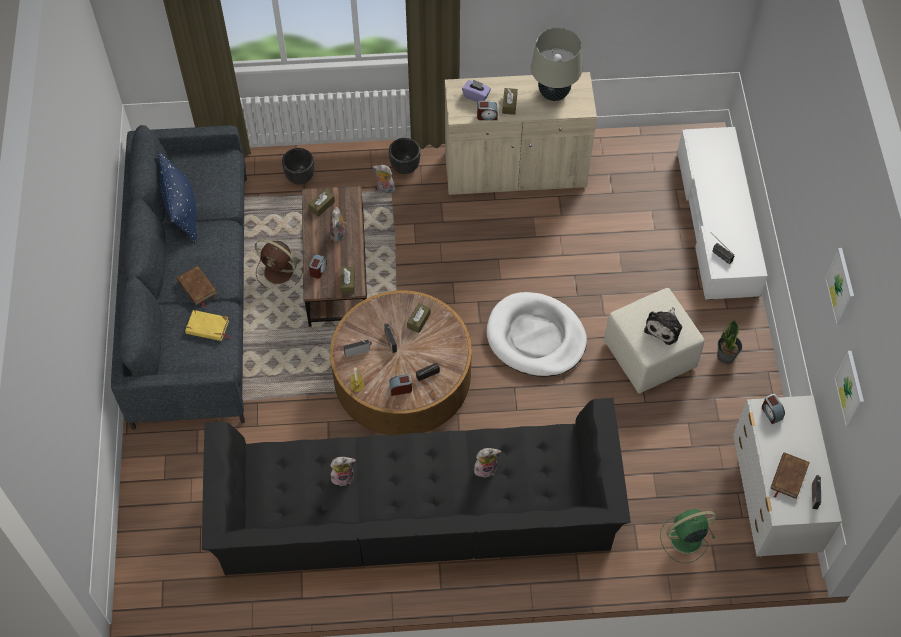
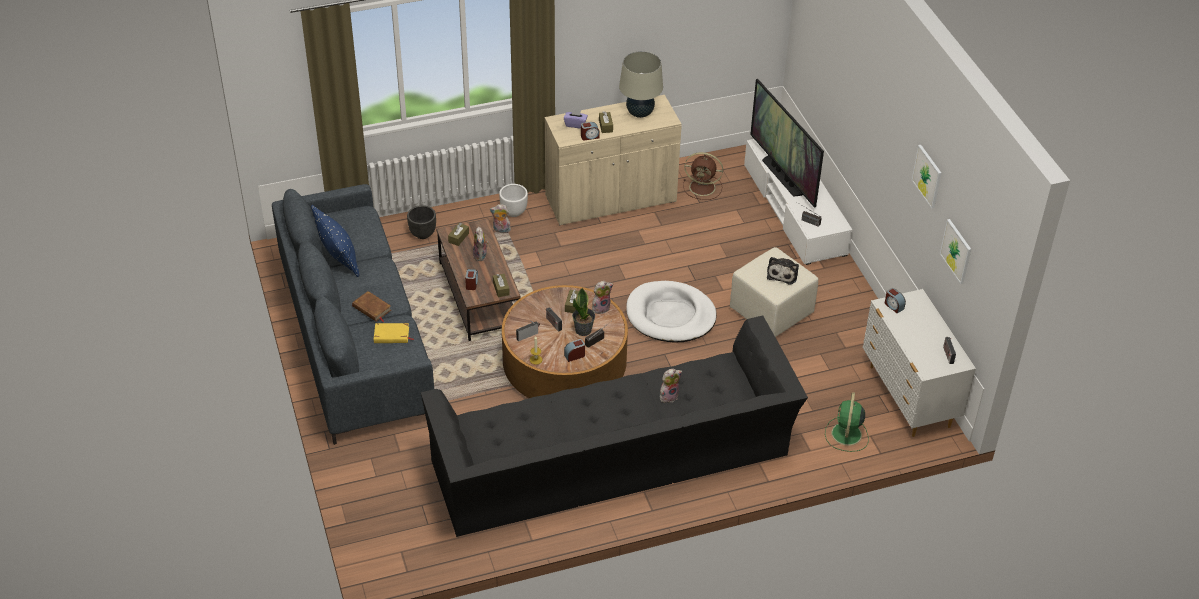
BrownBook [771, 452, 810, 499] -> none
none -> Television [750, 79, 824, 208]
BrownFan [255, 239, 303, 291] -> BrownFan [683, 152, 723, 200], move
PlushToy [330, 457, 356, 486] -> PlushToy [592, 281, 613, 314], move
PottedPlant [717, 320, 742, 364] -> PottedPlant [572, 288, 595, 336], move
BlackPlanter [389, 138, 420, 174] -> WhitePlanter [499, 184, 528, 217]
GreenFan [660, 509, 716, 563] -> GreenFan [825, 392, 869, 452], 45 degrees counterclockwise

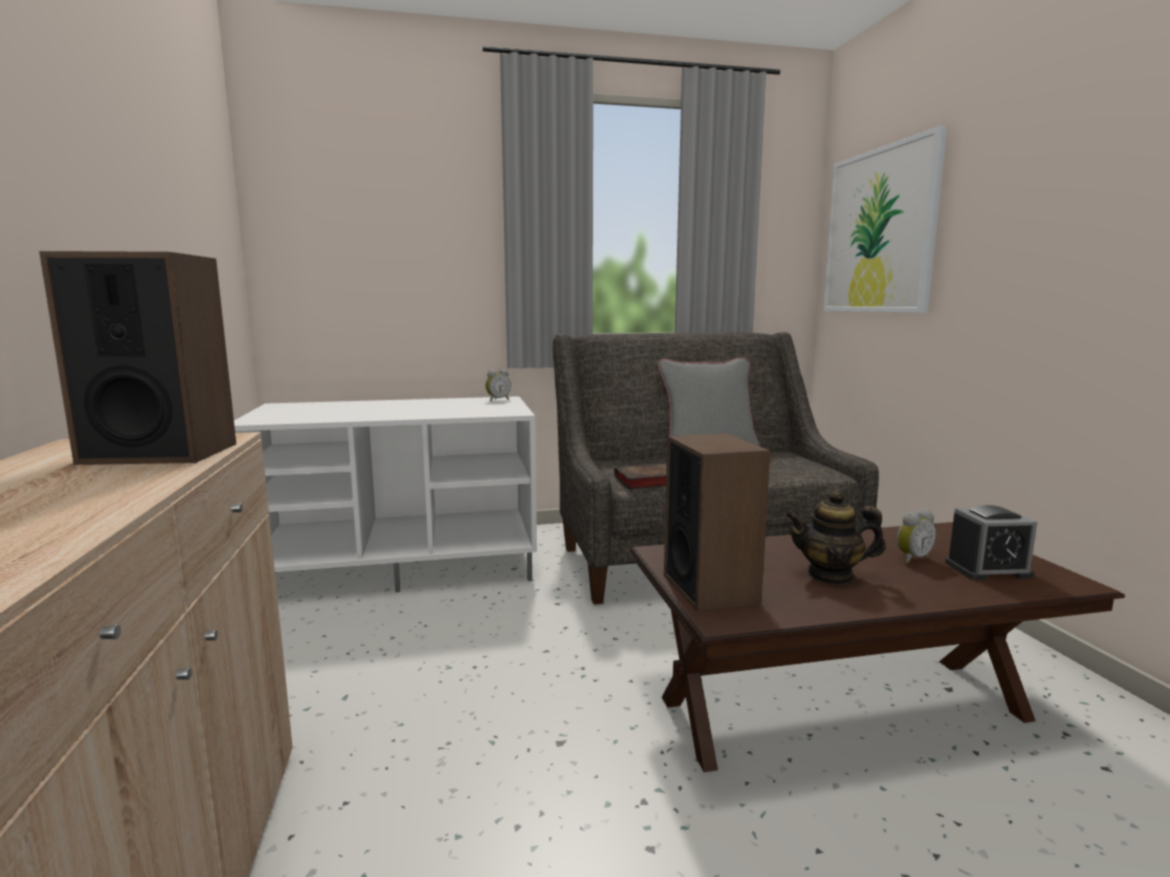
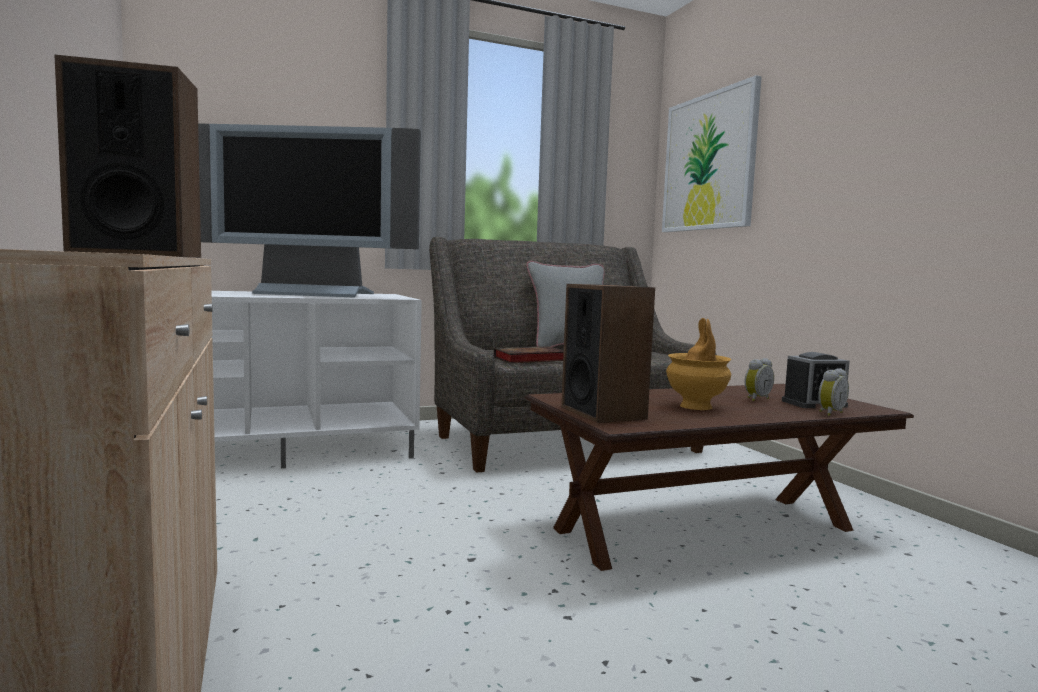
none -> Television [198, 124, 421, 297]
AlarmClock [485, 369, 511, 401] -> AlarmClock [818, 368, 849, 416], move
Teapot [785, 490, 886, 585] -> BrownVase [666, 318, 731, 410]

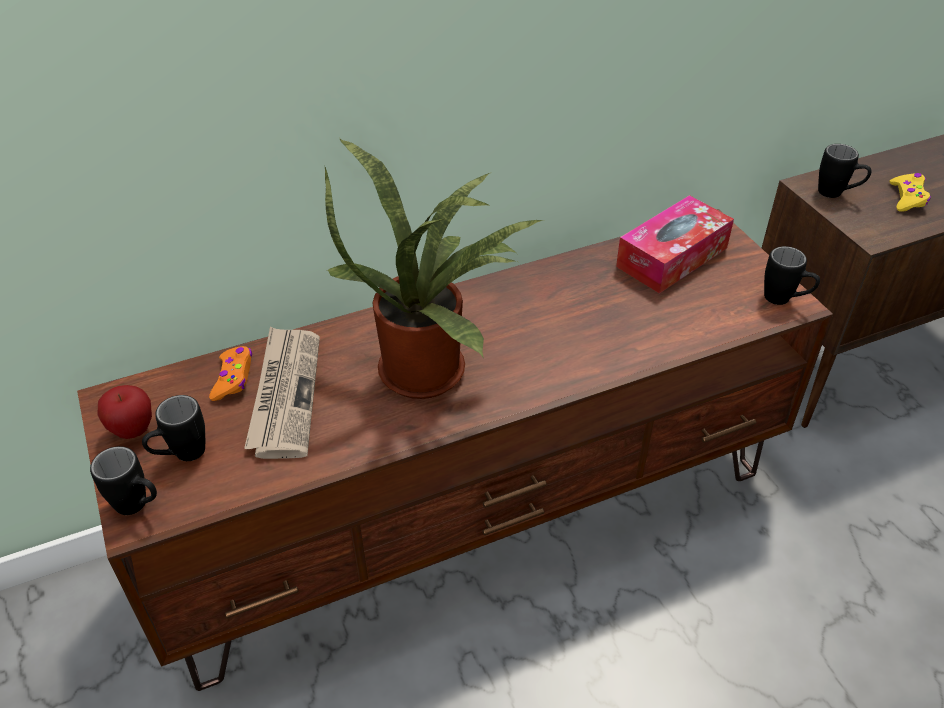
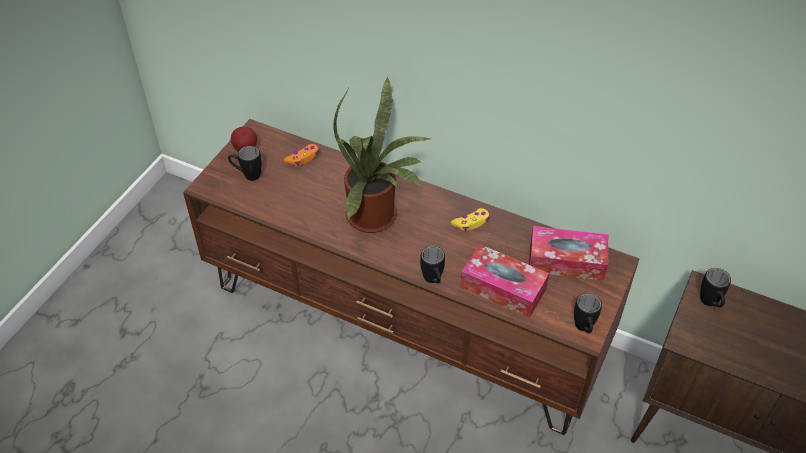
Newspaper [244, 327, 320, 459] -> none
none -> TissueBox [460, 244, 549, 318]
BlackMug [90, 446, 157, 515] -> BlackMug [420, 246, 445, 284], move
YellowGameController [890, 173, 931, 212] -> YellowGameController [451, 208, 490, 231], move

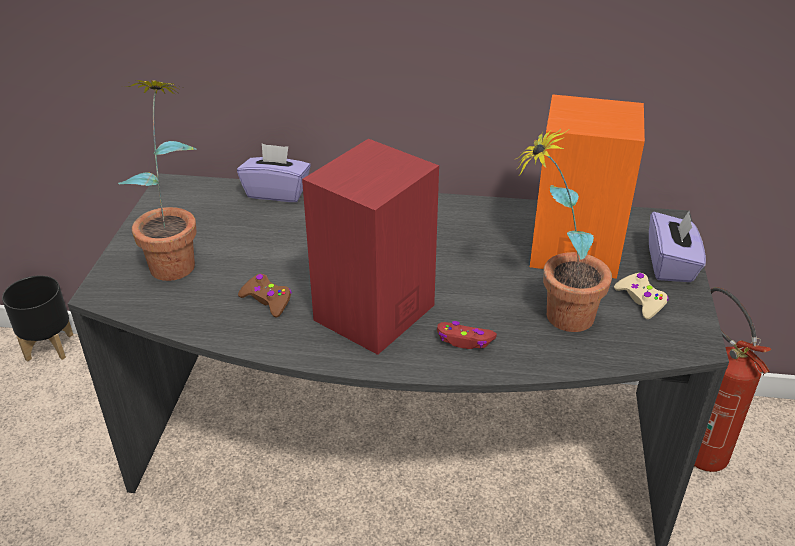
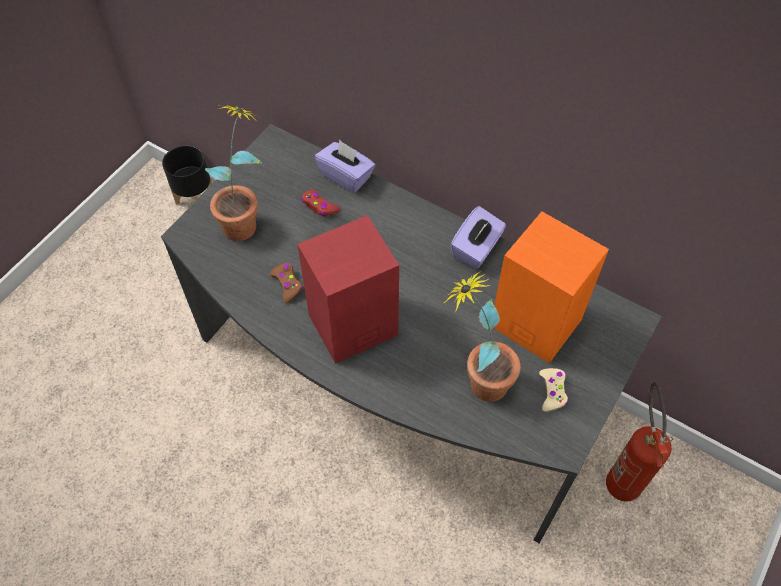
RedGameController [437, 321, 497, 349] -> RedGameController [301, 190, 340, 216], move
PurpleTissueBox [649, 210, 706, 282] -> PurpleTissueBox [450, 206, 506, 269], move

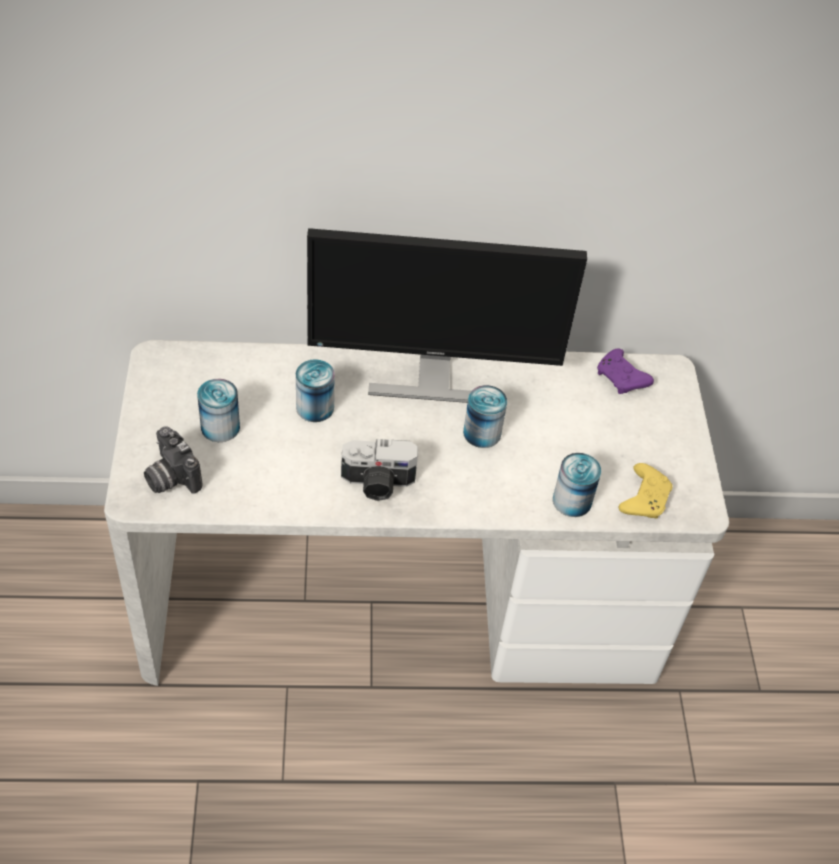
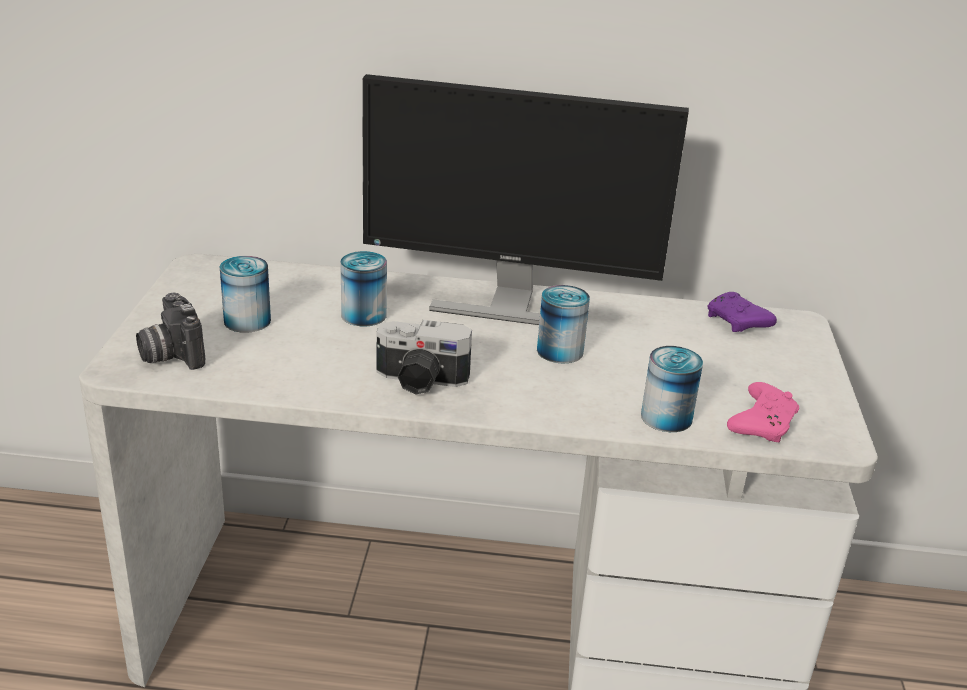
YellowGameController [619, 463, 673, 518] -> PinkGameController [727, 382, 799, 442]

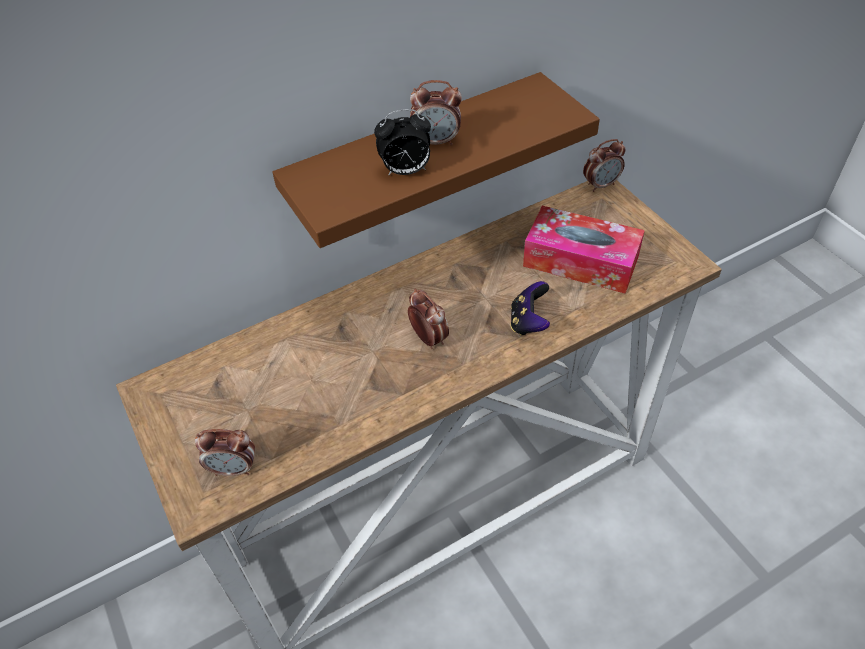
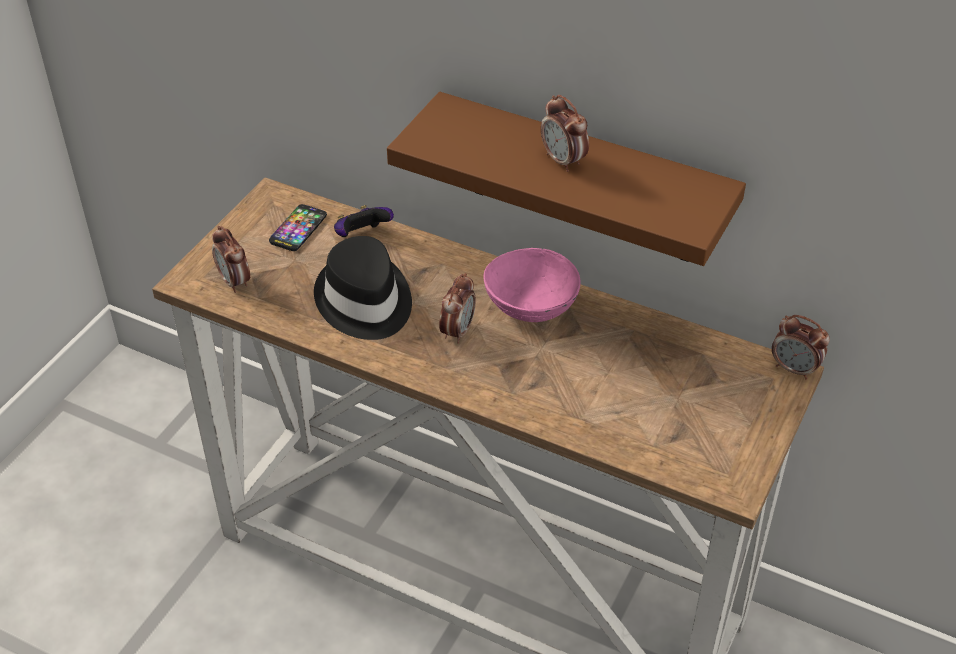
AlarmClock [374, 109, 431, 176] -> none
TissueBox [523, 206, 645, 294] -> none
none -> Phone [269, 204, 327, 251]
none -> BlackHat [314, 236, 412, 340]
none -> PinkBowl [483, 248, 581, 322]
GameController [510, 281, 550, 336] -> GameController [334, 205, 394, 237], move

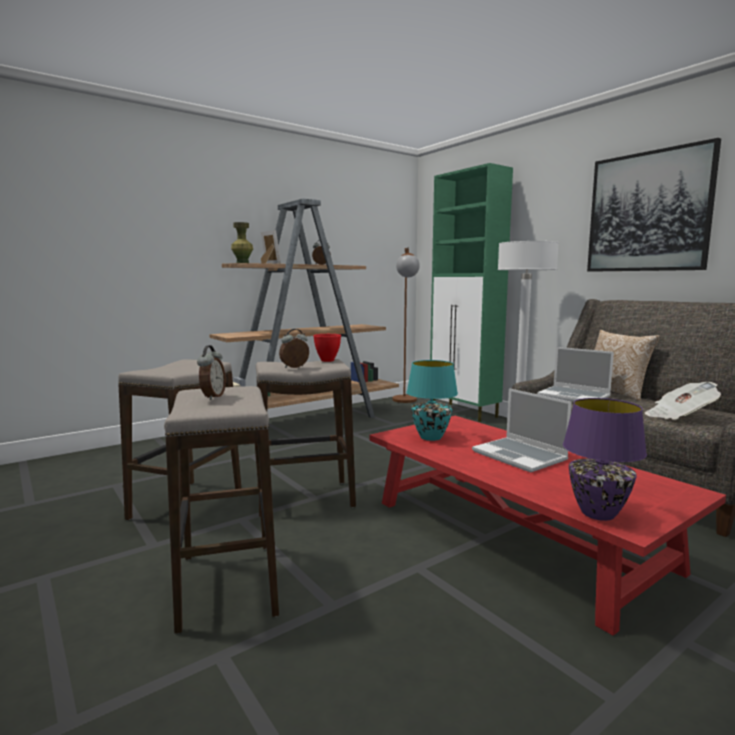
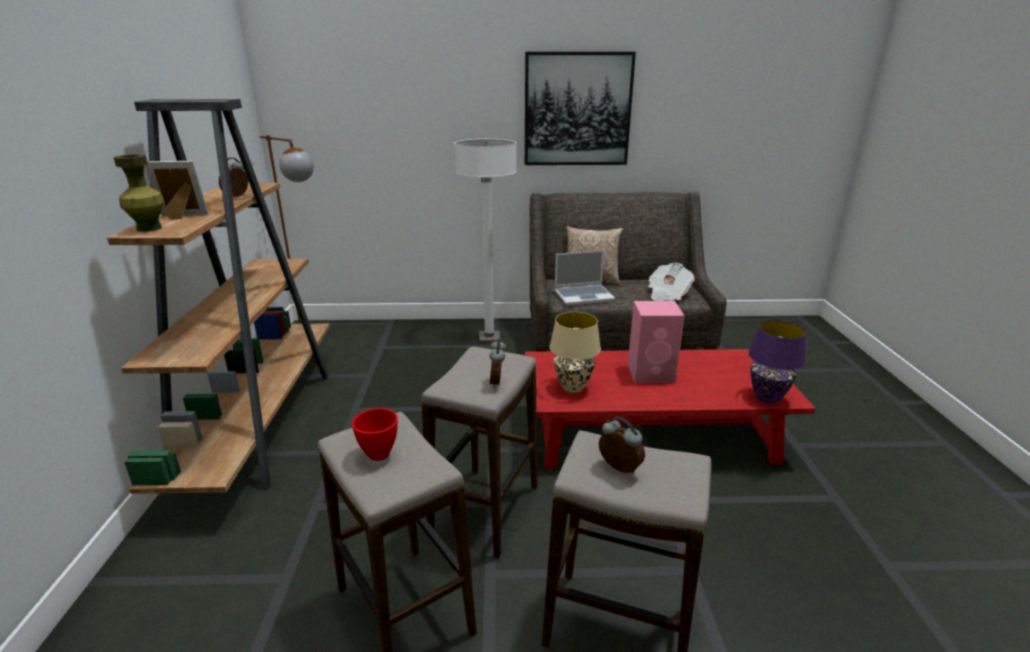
GreenCabinet [430, 163, 513, 422] -> none
RedBowl [314, 334, 341, 362] -> RedBowl [352, 408, 398, 461], move
Laptop [472, 388, 572, 472] -> PinkSpeaker [628, 301, 685, 383]
TurquoiseTableLamp [406, 360, 458, 441] -> BeigeTableLamp [549, 312, 601, 393]

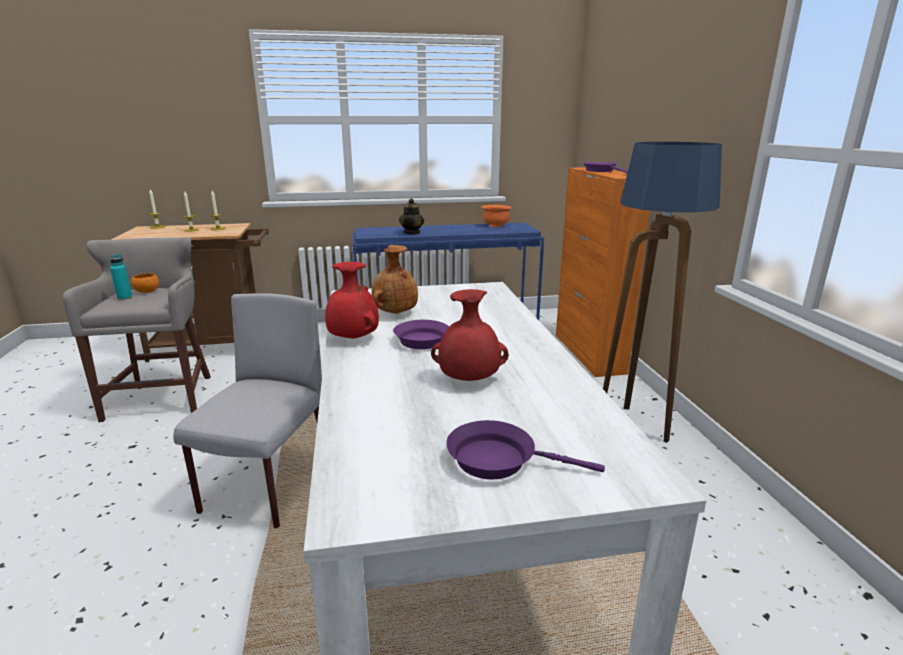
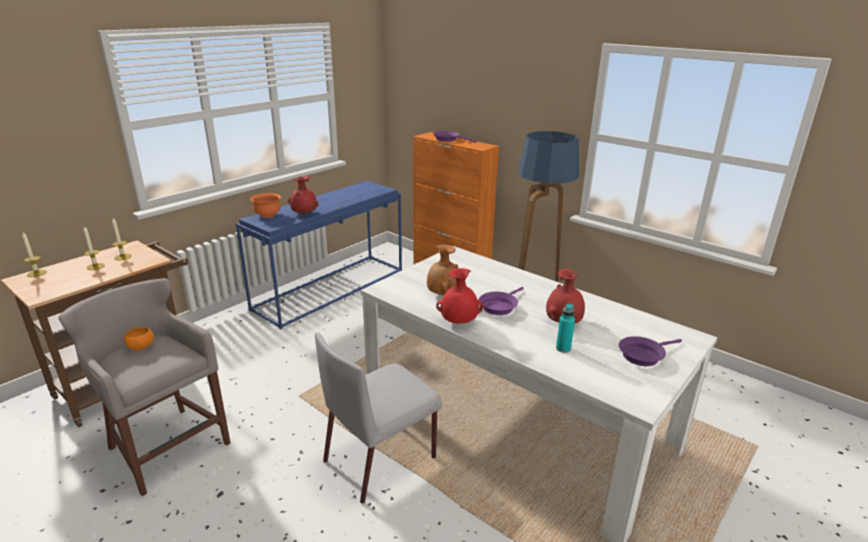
TurquoiseBottle [110, 254, 132, 300] -> TurquoiseBottle [556, 304, 575, 353], move
OrangeBowl [482, 205, 512, 227] -> OrangeBowl [250, 193, 281, 218], move
Teapot [399, 198, 424, 235] -> RedVase [288, 176, 319, 214]
GreyChair [173, 293, 322, 528] -> GreyChair [315, 332, 442, 504], 105 degrees counterclockwise

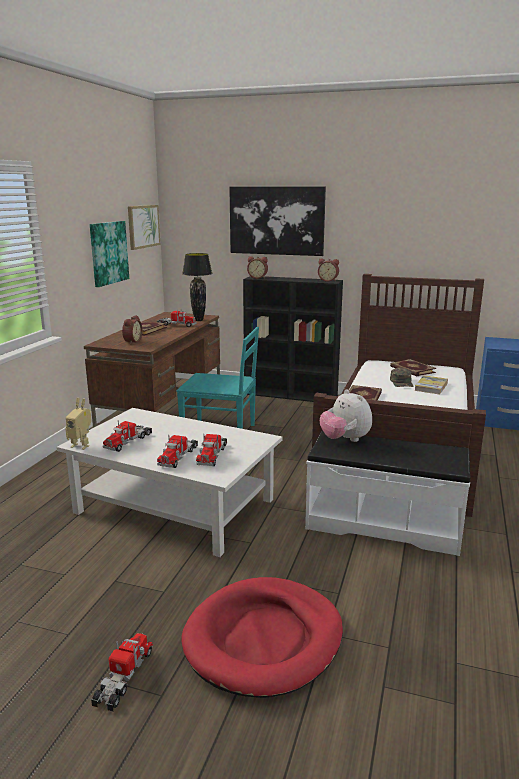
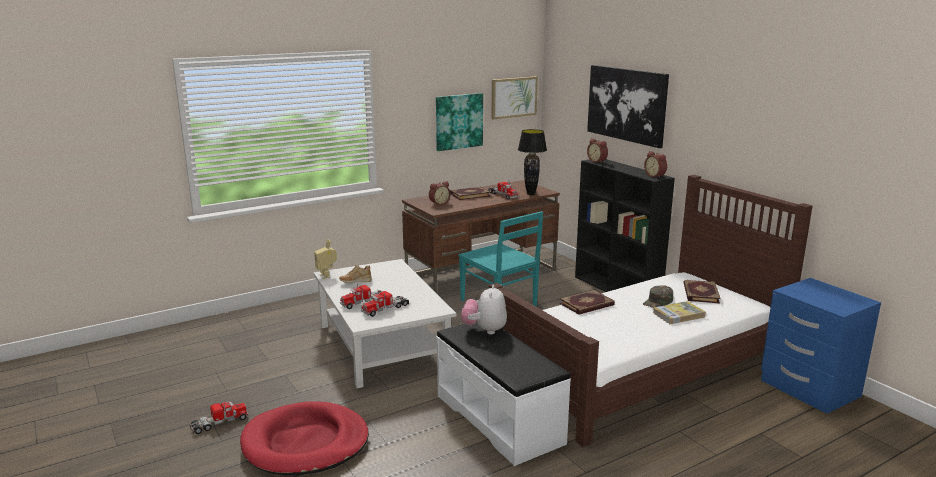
ToyTruck [103, 421, 152, 452] -> BeigeShoe [339, 266, 372, 283]

